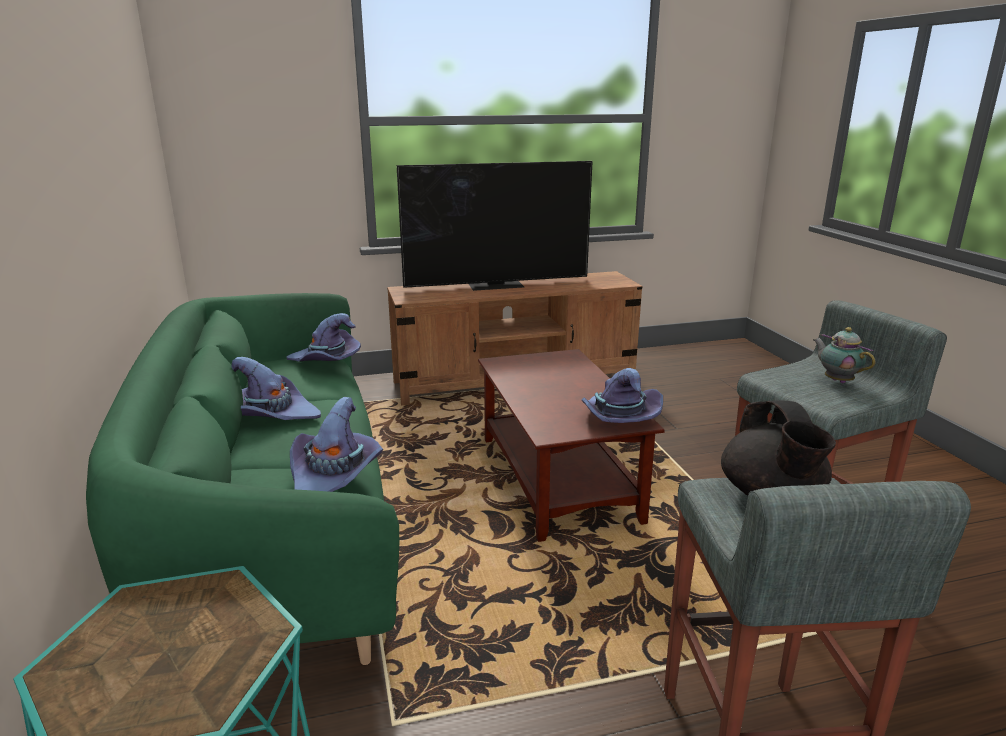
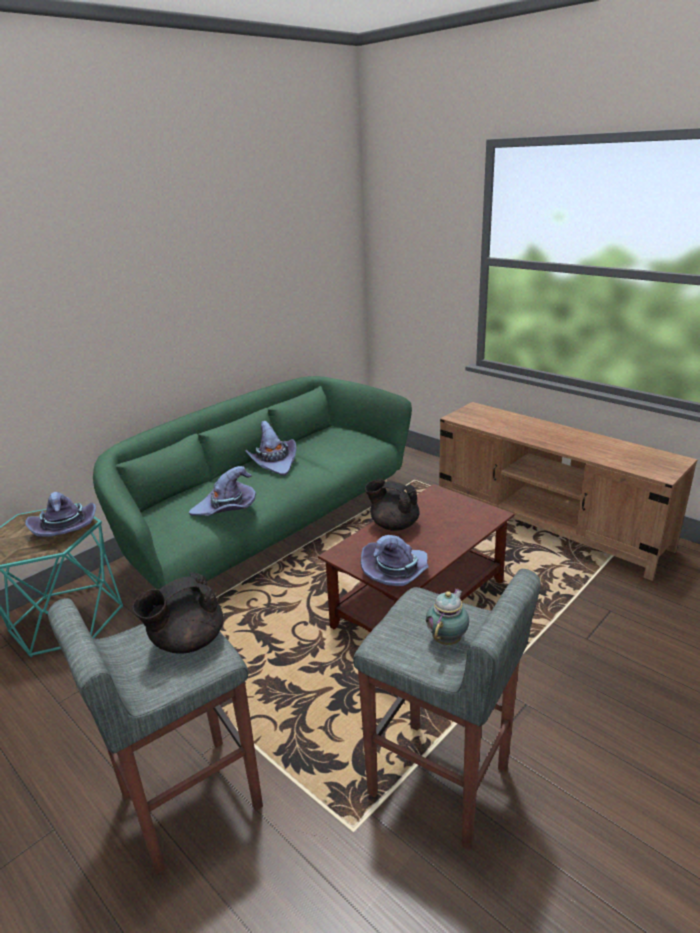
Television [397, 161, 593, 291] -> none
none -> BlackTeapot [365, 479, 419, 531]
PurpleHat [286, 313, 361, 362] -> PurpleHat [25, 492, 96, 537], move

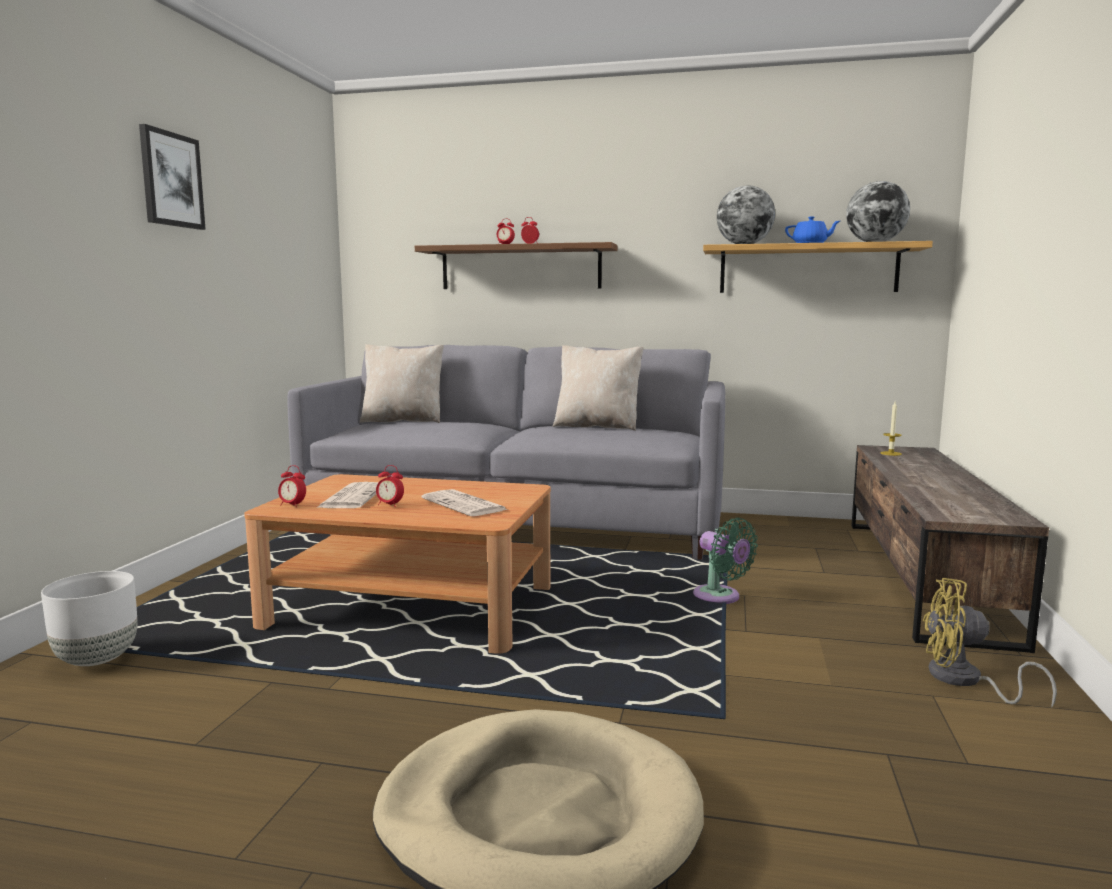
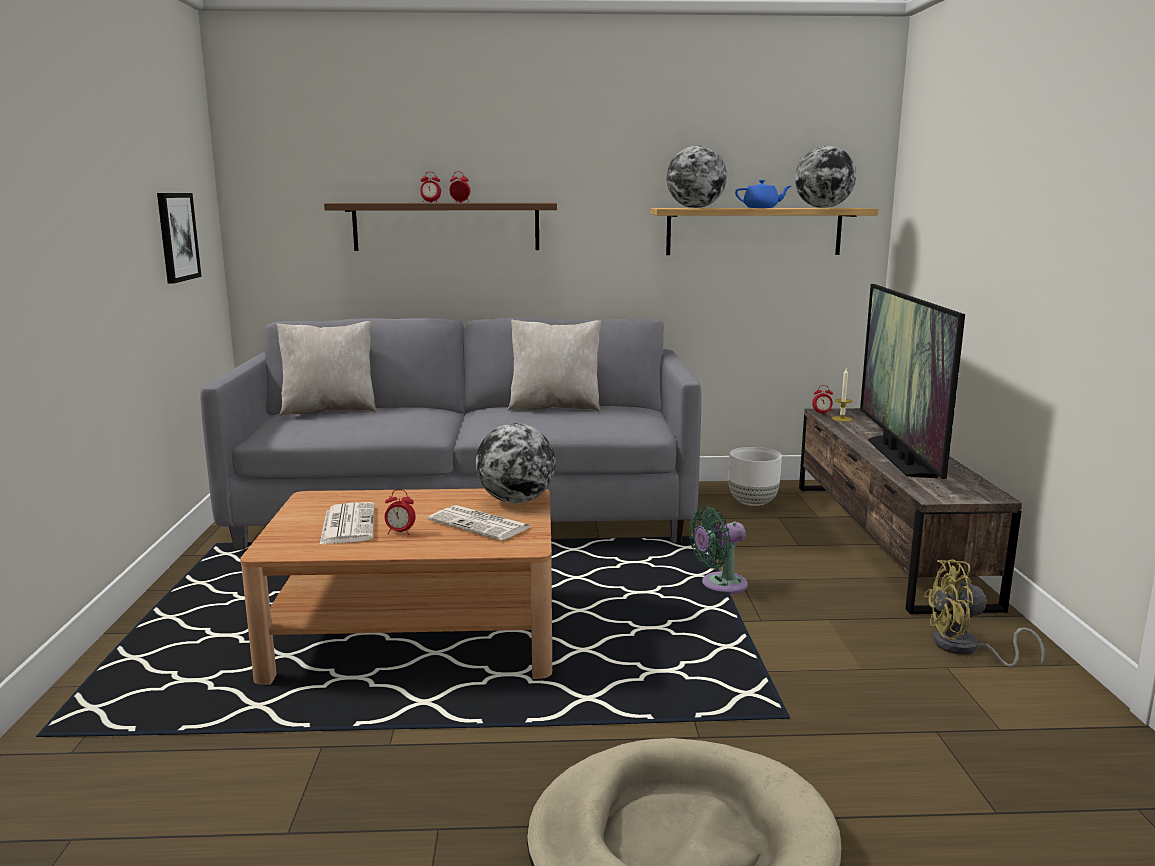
none -> Globe [476, 423, 556, 504]
none -> Television [860, 284, 965, 479]
WhitePlanter [41, 571, 138, 666] -> WhitePlanter [729, 447, 782, 506], move
Picture [139, 124, 206, 230] -> Picture [157, 193, 202, 284], move
AlarmClock [278, 465, 306, 507] -> AlarmClock [812, 385, 833, 415], move
GreenFan [693, 518, 758, 604] -> GreenFan [689, 506, 748, 594], 120 degrees clockwise

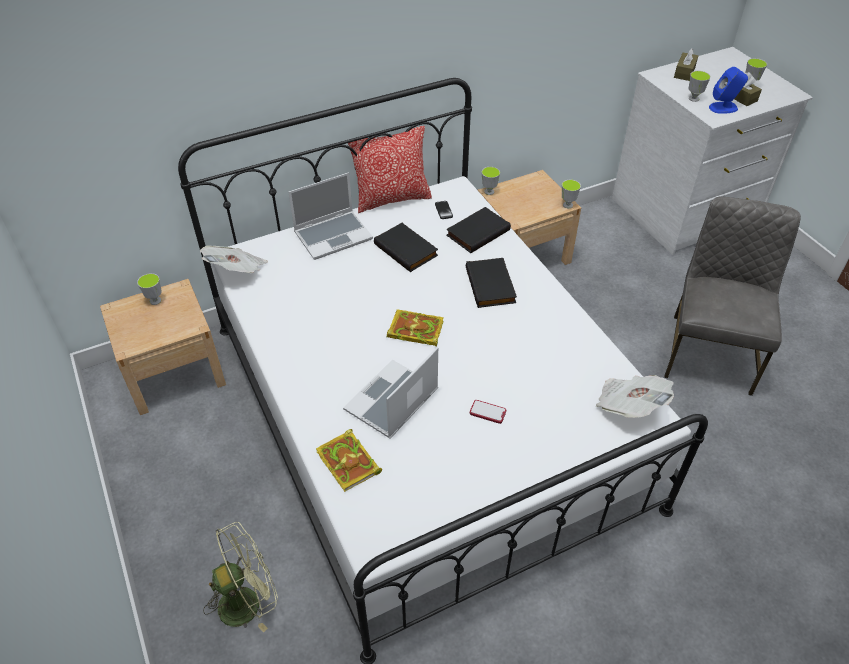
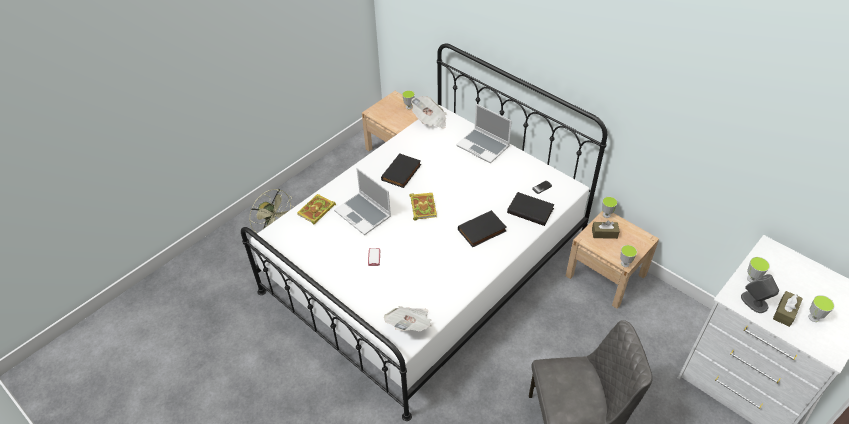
Pillow [348, 126, 432, 213] -> none
BlackBook [374, 223, 438, 272] -> BlackBook [381, 153, 421, 188], move
BrownTissueBox [674, 49, 698, 81] -> BrownTissueBox [592, 220, 620, 239], move
BlueSpeaker [709, 67, 748, 114] -> GreySpeaker [741, 274, 779, 313]
Laptop [343, 347, 438, 439] -> Laptop [334, 168, 391, 235], 150 degrees counterclockwise

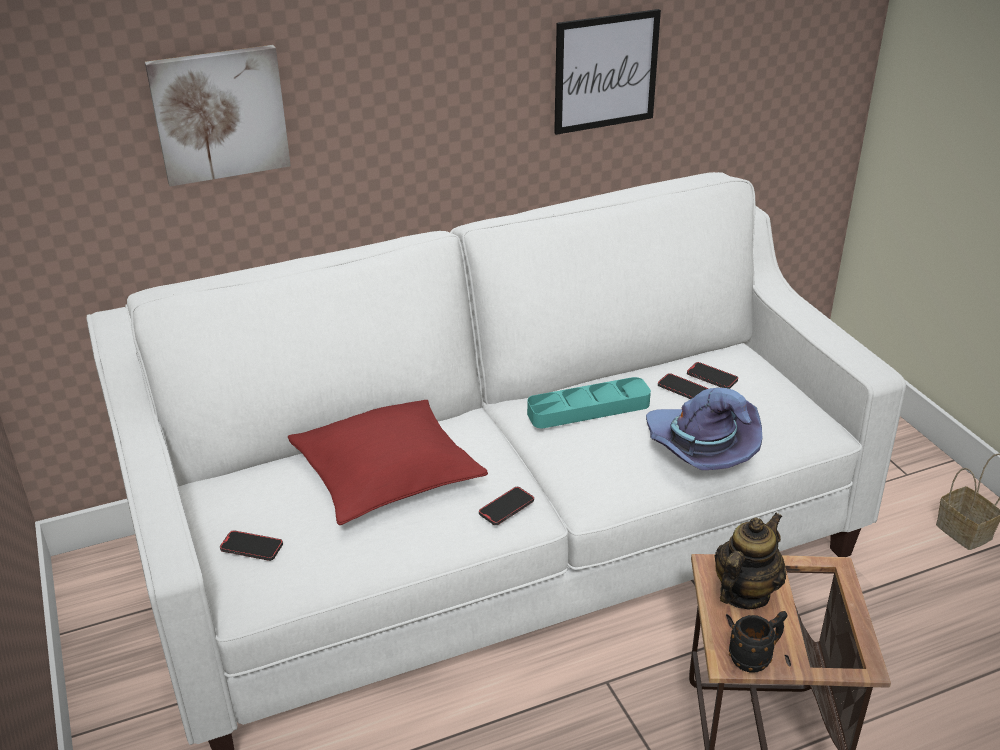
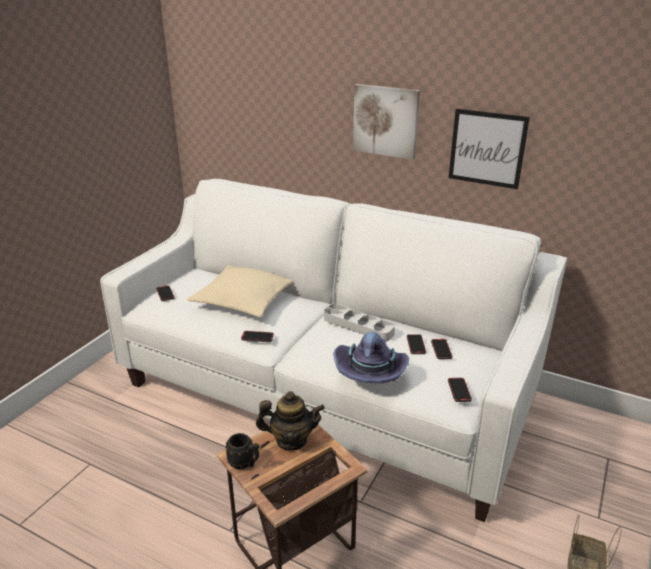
none -> Phone [448, 378, 472, 402]
Picture [145, 45, 291, 187] -> Picture [353, 84, 420, 160], move
RedPillow [288, 400, 488, 525] -> BeigePillow [187, 265, 293, 318]
TurquoiseTray [527, 377, 651, 428] -> GreyTray [324, 304, 395, 342]

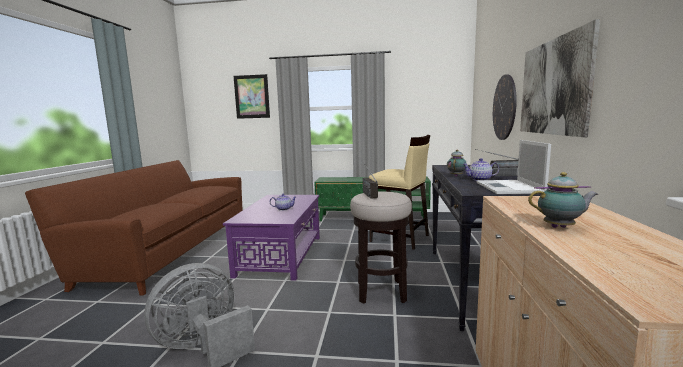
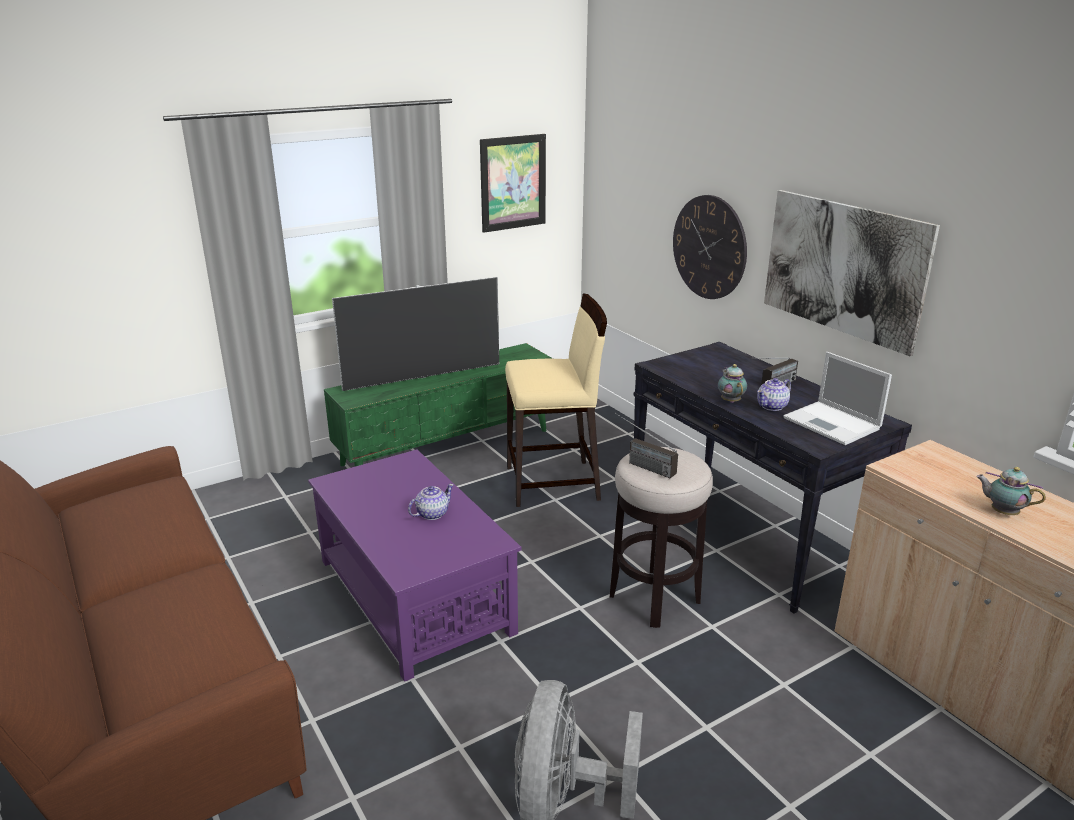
none -> Television [332, 277, 499, 391]
Picture [234, 74, 270, 119] -> Picture [480, 134, 546, 233], move
Teapot [528, 172, 598, 228] -> Teapot [976, 467, 1046, 515], 105 degrees counterclockwise

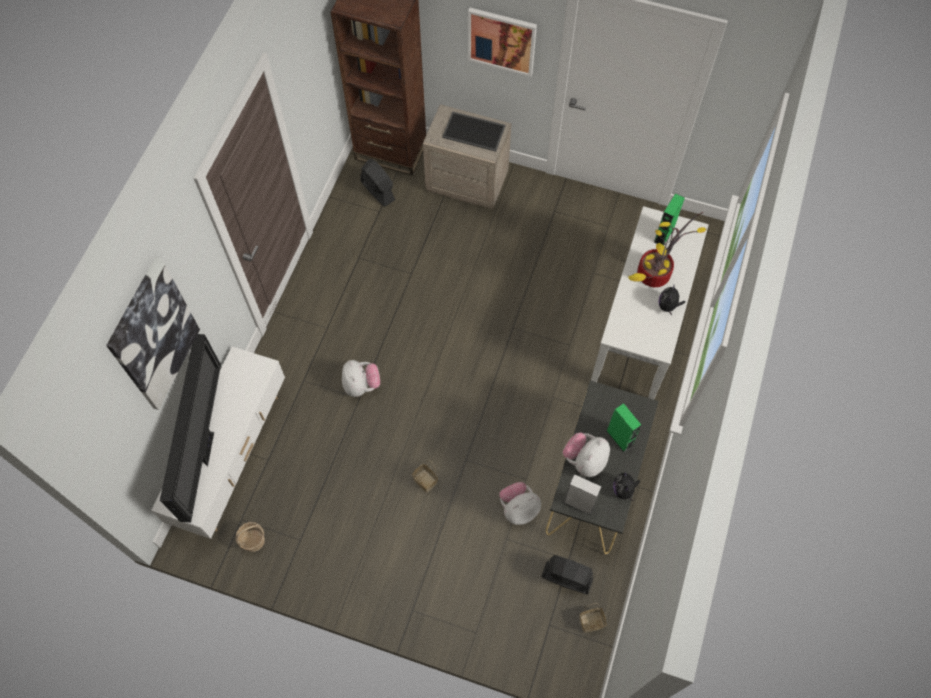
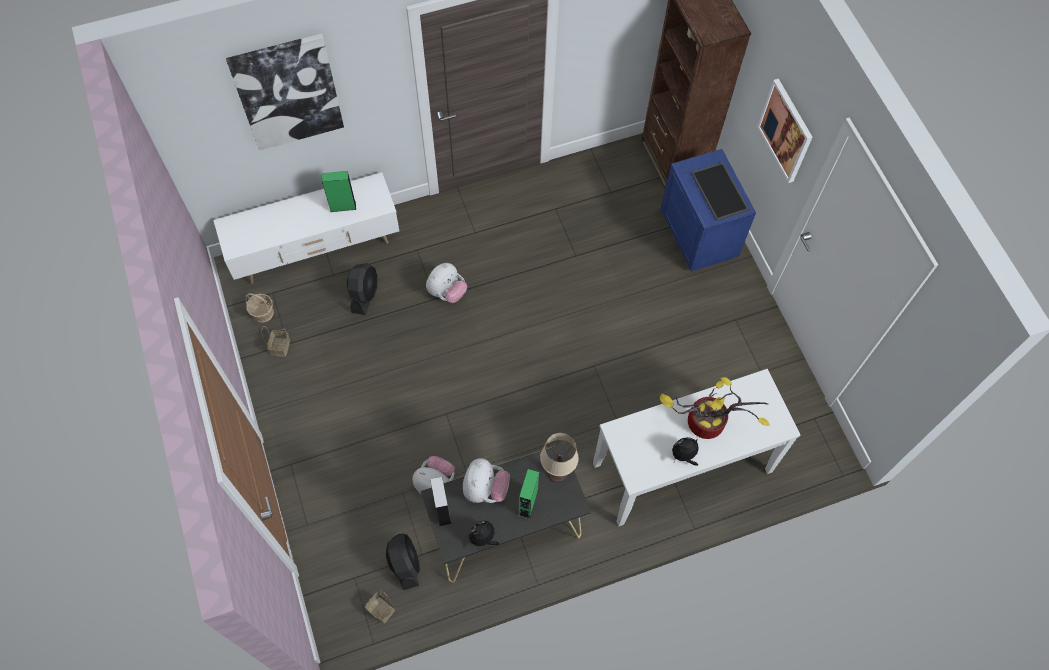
Television [160, 334, 221, 523] -> none
none -> BeigeTableLamp [540, 433, 578, 483]
BlackFan [360, 159, 395, 207] -> BlackFan [347, 263, 378, 315], move
Basket [412, 460, 438, 493] -> Basket [262, 326, 290, 357], move
GreenSpeaker [654, 193, 685, 245] -> GreenSpeaker [322, 171, 356, 212], move
BeigeNightstand [423, 104, 511, 209] -> BlueNightstand [661, 149, 756, 271]
PlushToy [563, 432, 610, 477] -> PlushToy [463, 458, 510, 503], 105 degrees clockwise

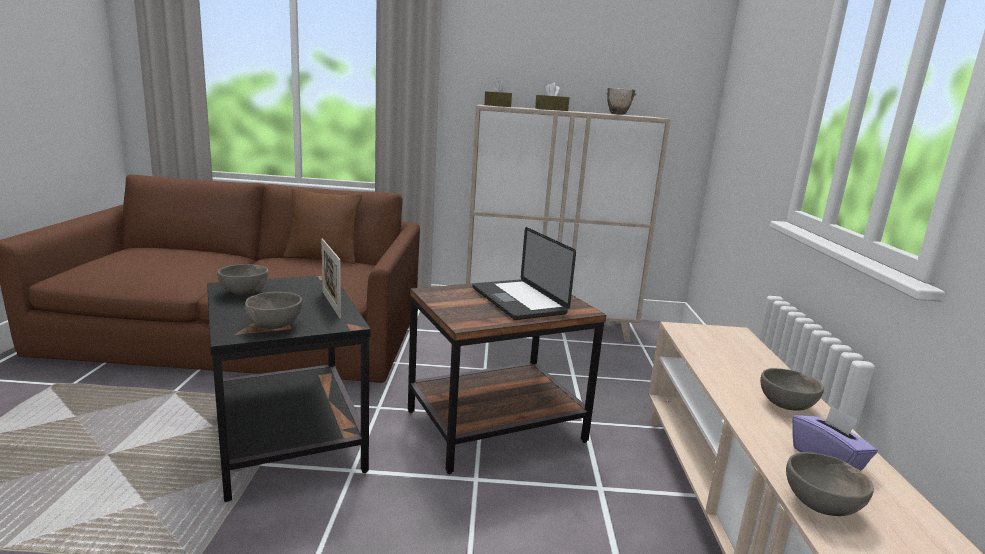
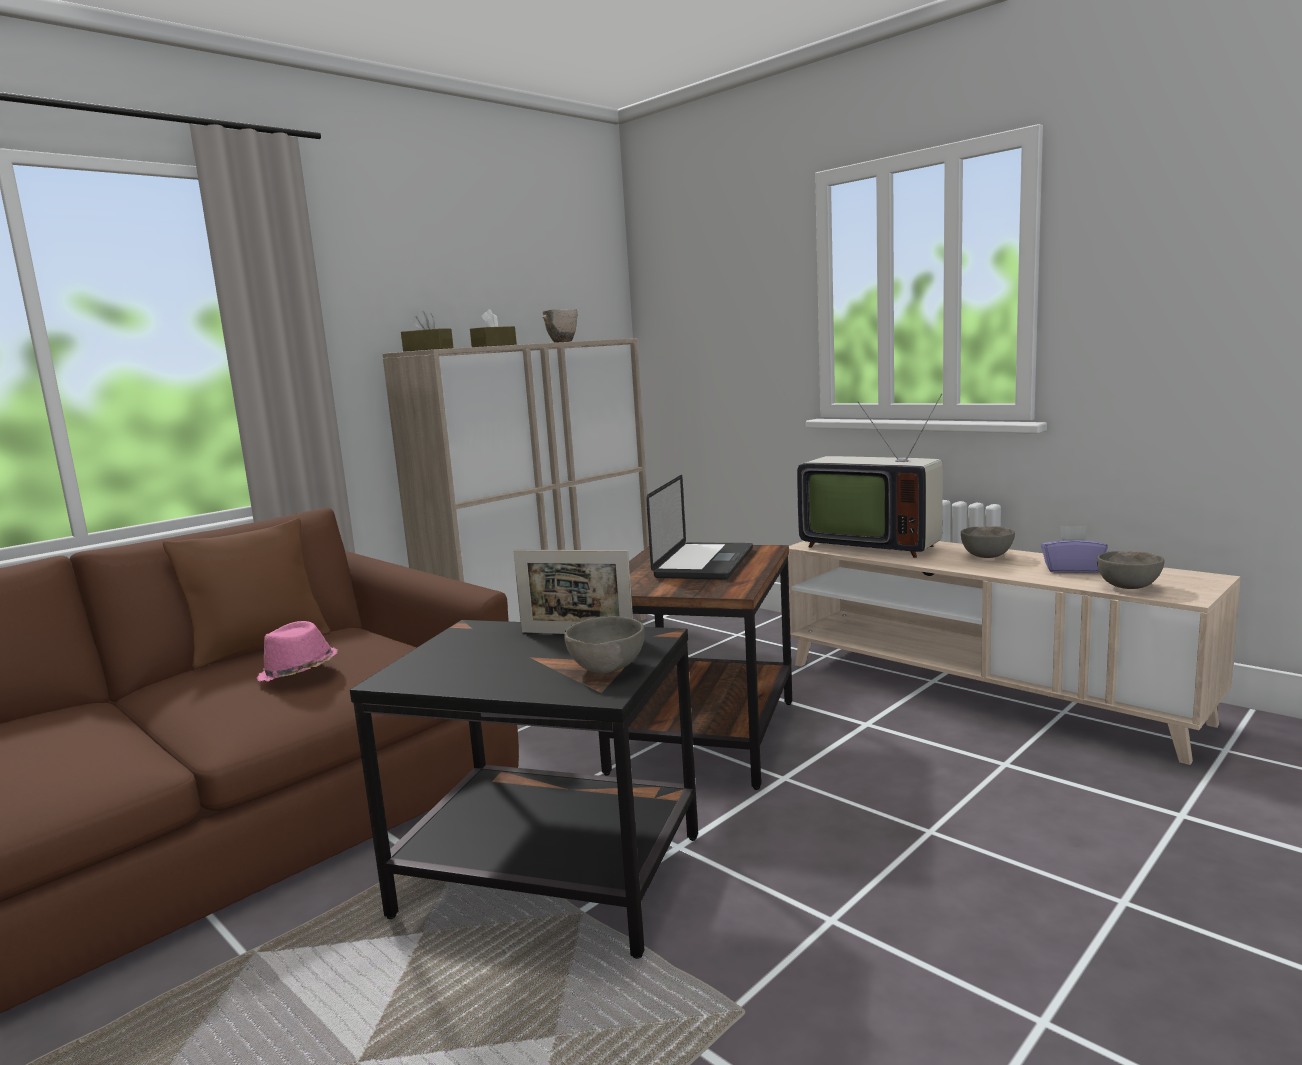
GreyBowl [217, 264, 269, 295] -> none
none -> PinkHat [257, 621, 338, 682]
none -> Television [797, 394, 943, 558]
Laptop [472, 227, 576, 320] -> Laptop [646, 475, 753, 580], 90 degrees counterclockwise

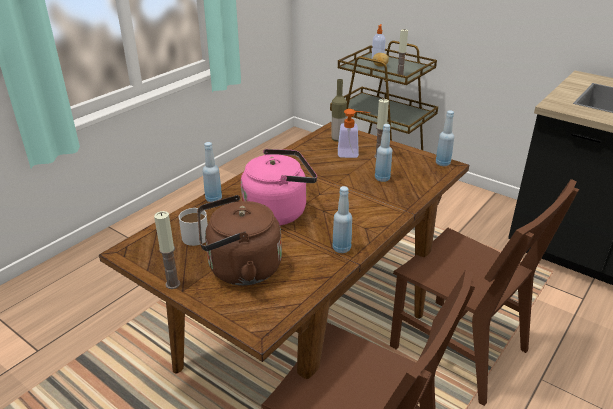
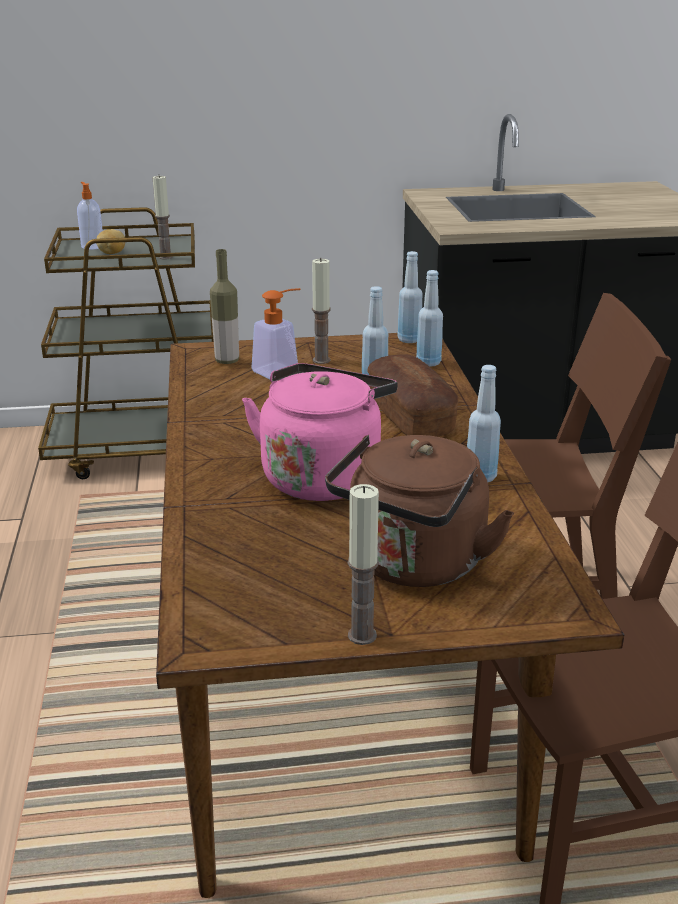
WhiteMug [179, 208, 208, 246] -> none
none -> Bread [368, 354, 458, 437]
BlueBottle [203, 142, 222, 202] -> BlueBottle [416, 270, 443, 367], move

